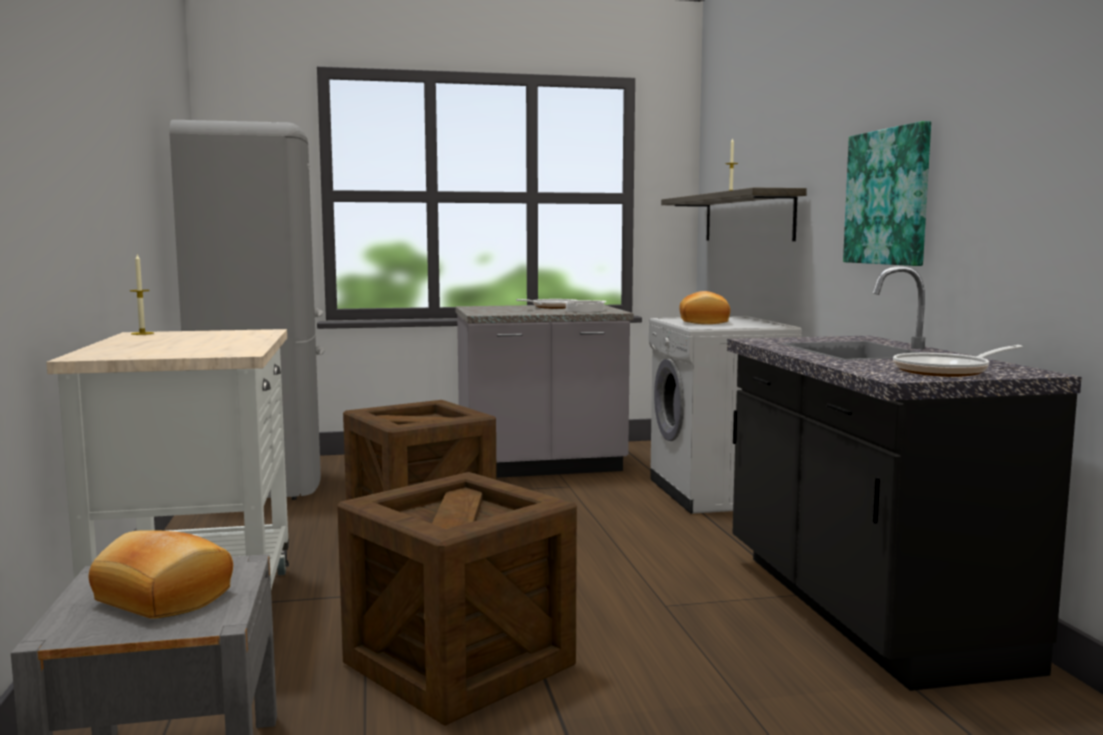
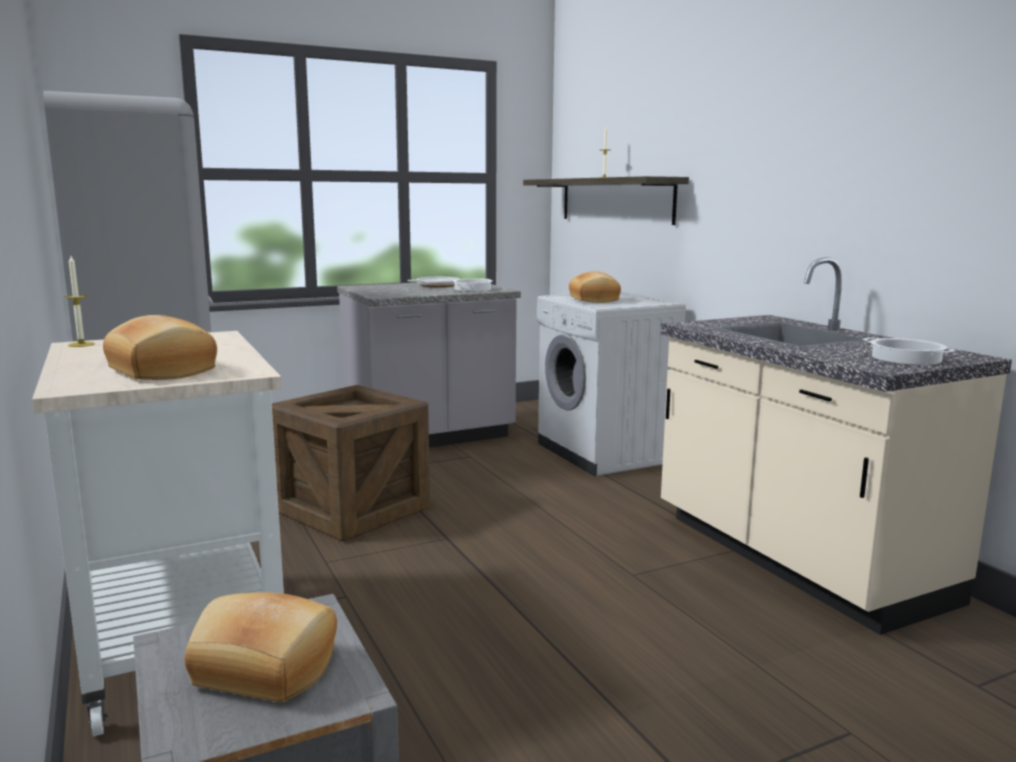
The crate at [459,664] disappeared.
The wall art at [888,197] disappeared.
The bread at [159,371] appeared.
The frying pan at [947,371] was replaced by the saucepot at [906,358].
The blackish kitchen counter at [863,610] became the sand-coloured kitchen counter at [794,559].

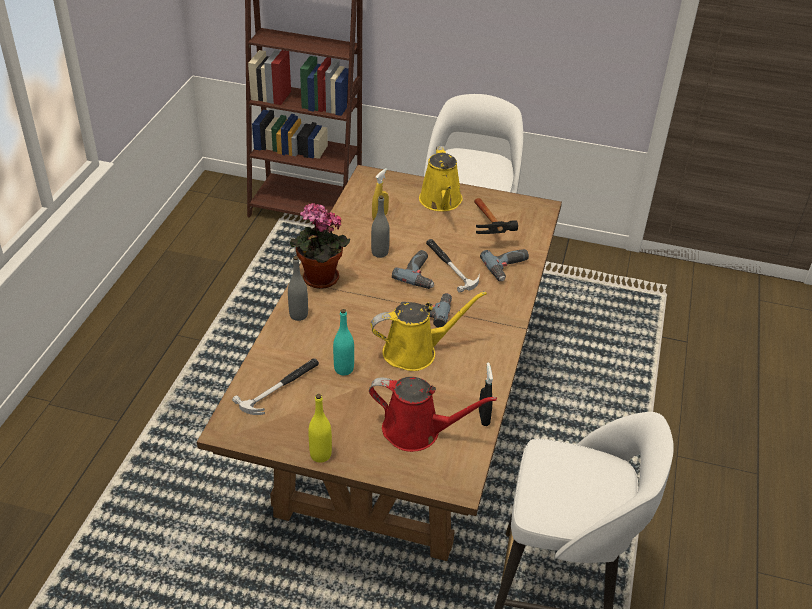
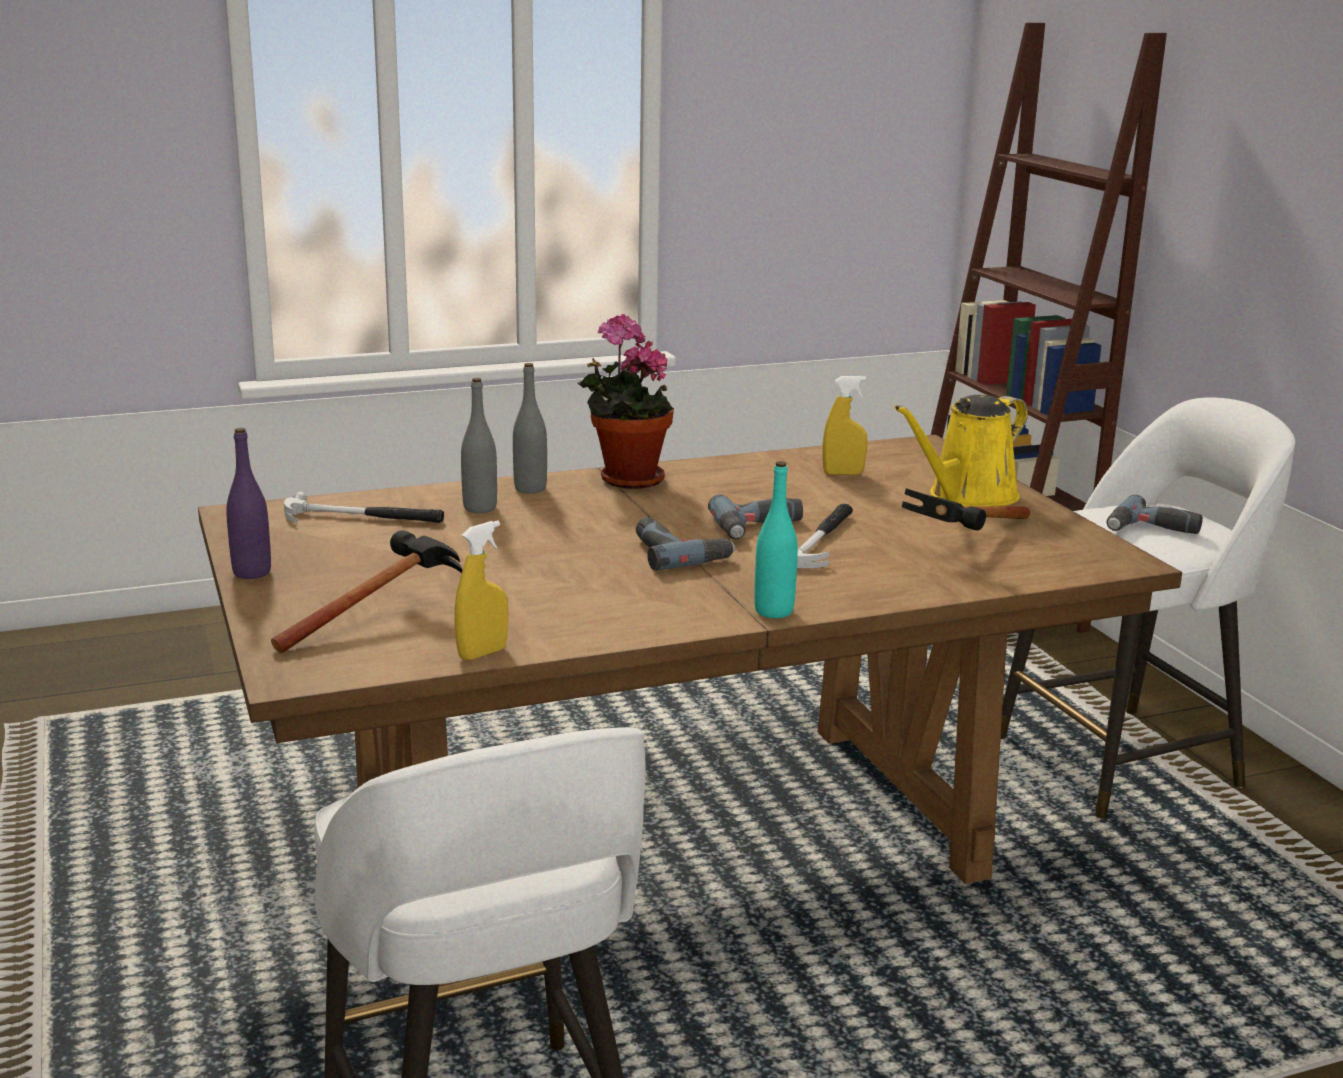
The yellowish watering can at [415,352] disappeared.
The turquoise bottle moved from [344,369] to [773,611].
The gray bottle moved from [380,253] to [480,508].
The power drill moved from [508,268] to [1152,530].
The reddish watering can at [417,431] was replaced by the hammer at [383,616].
The yellowish bottle at [320,455] became the purple-coloured bottle at [252,572].
The blackish hand sprayer at [484,417] became the yellowish hand sprayer at [482,653].

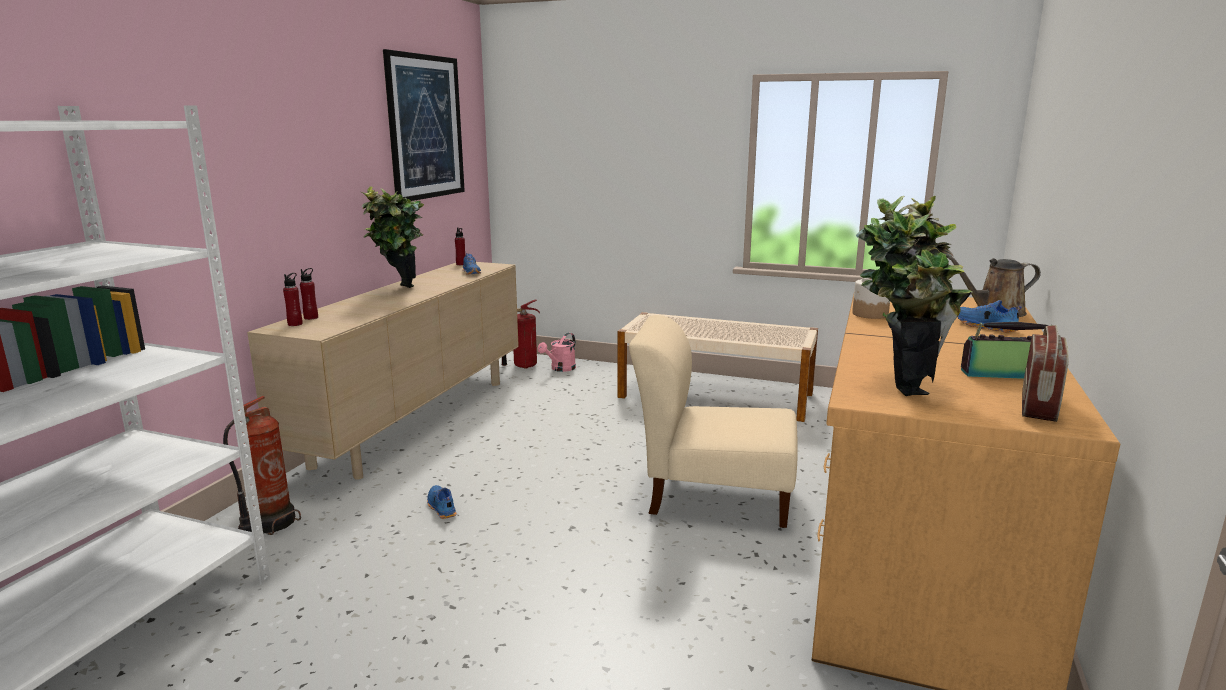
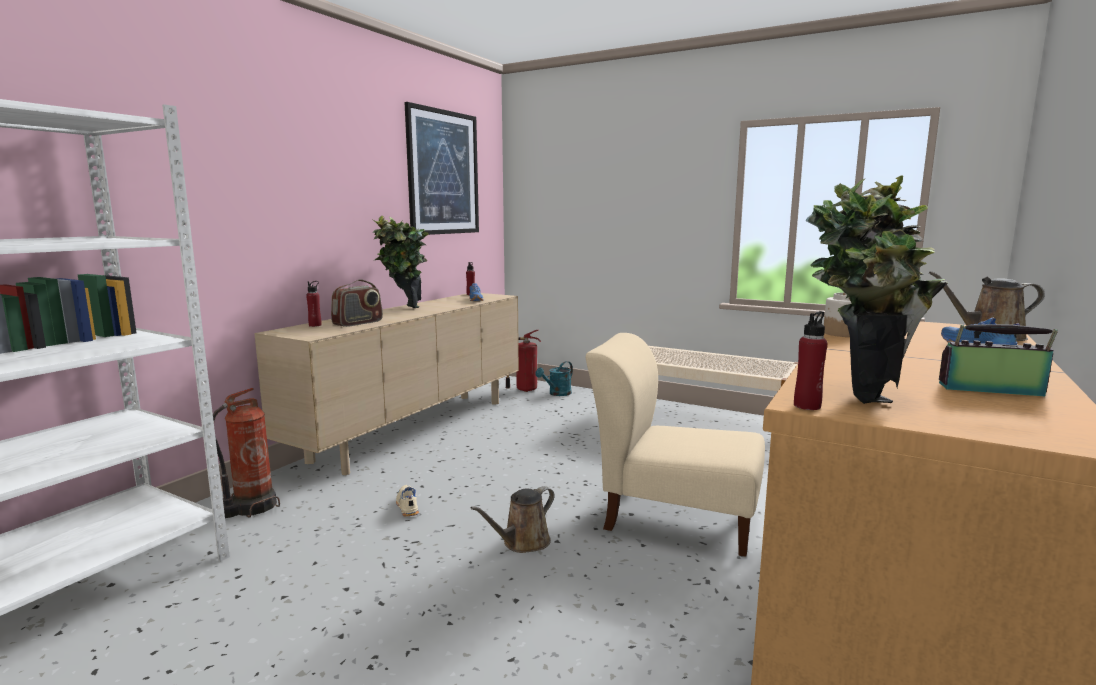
The brown watering can at [522,543] appeared.
The reddish bottle moved from [295,324] to [807,406].
The radio receiver moved from [1039,407] to [358,323].
The blue-coloured item of footwear at [441,508] became the sand-coloured item of footwear at [407,506].
The pinkish watering can at [560,369] became the turquoise watering can at [557,394].

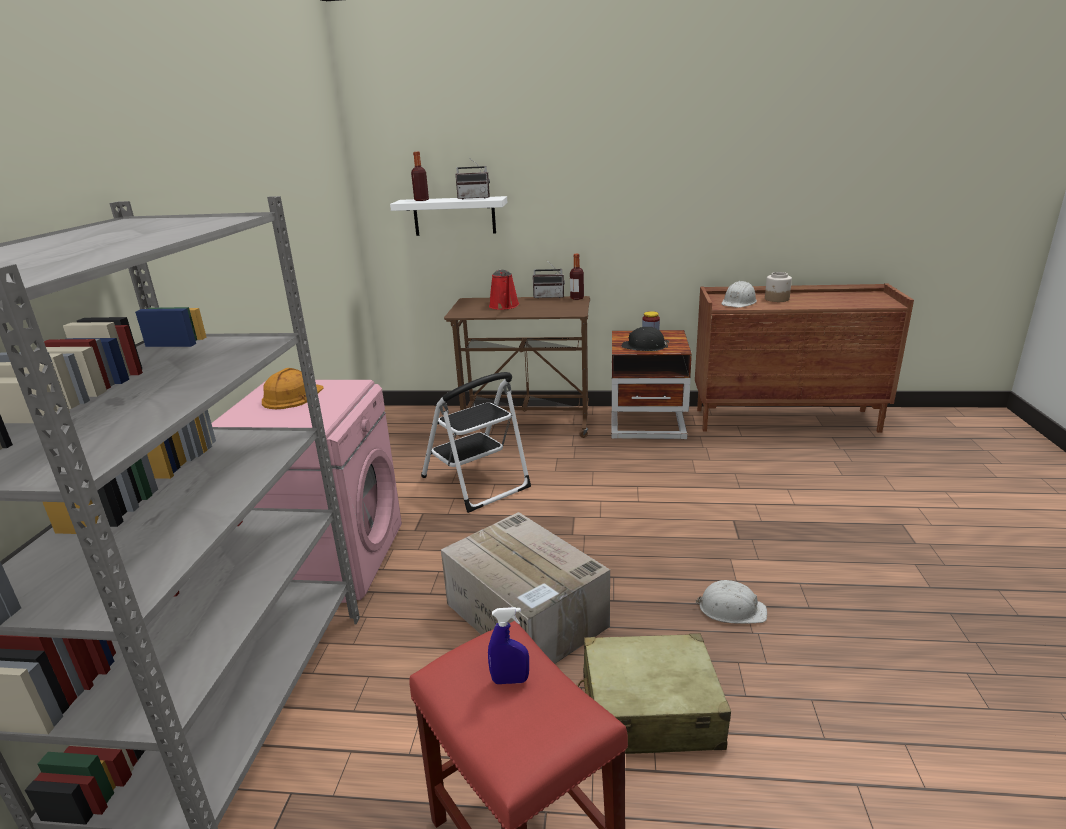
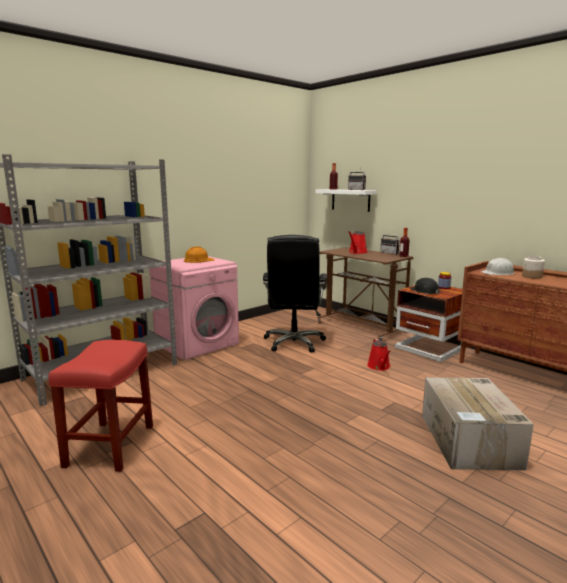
The blue-coloured hand sprayer at [510,680] disappeared.
The sand-coloured travel case at [649,710] disappeared.
The white hard hat at [731,609] disappeared.
The reddish watering can at [379,367] appeared.
The cardboard box moved from [527,616] to [469,441].
The stepladder at [476,483] was replaced by the blackish office chair at [294,341].

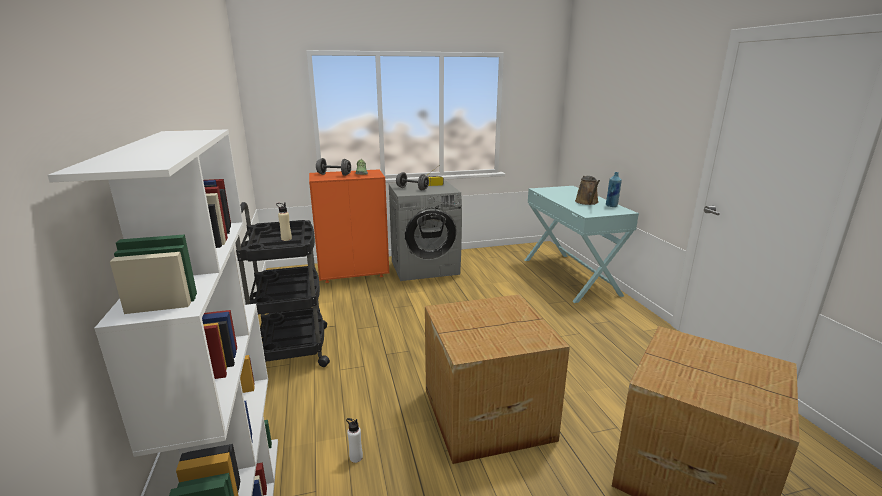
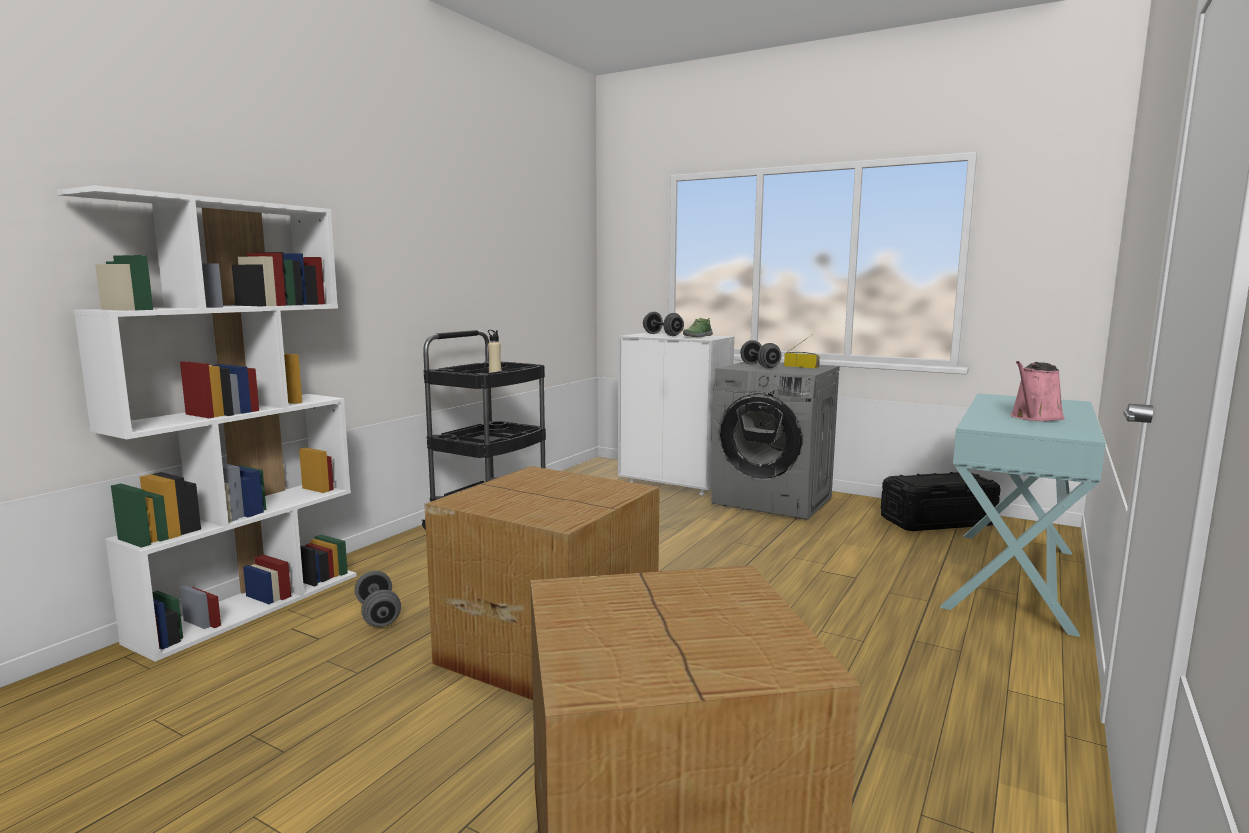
The blue-coloured bottle at [611,206] disappeared.
The blackish storage box at [938,521] appeared.
The white bottle at [356,457] was replaced by the gray free weight at [378,614].
The orange-coloured cabinet at [354,274] became the white cabinet at [675,484].
The brown watering can at [587,202] became the pinkish watering can at [1034,418].

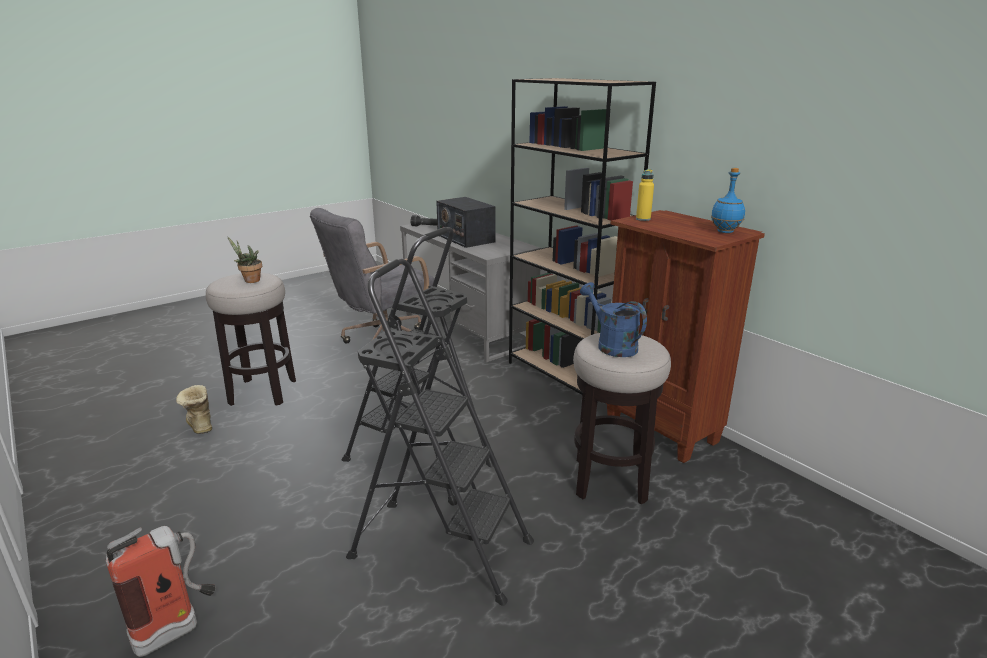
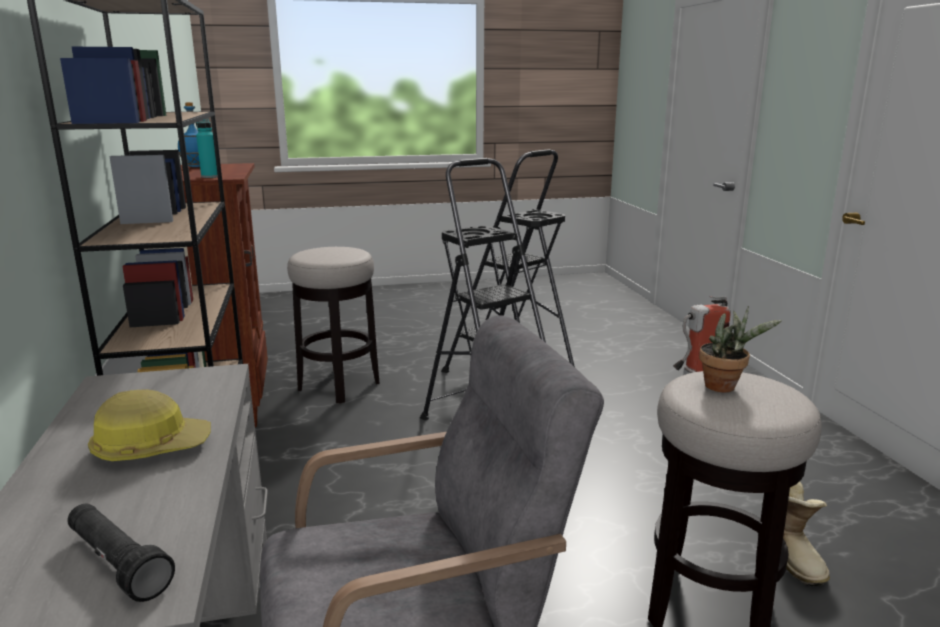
The blue-coloured watering can at [611,345] disappeared.
The radio receiver at [465,238] was replaced by the hard hat at [151,447].
The yellowish bottle at [643,219] became the turquoise bottle at [210,177].

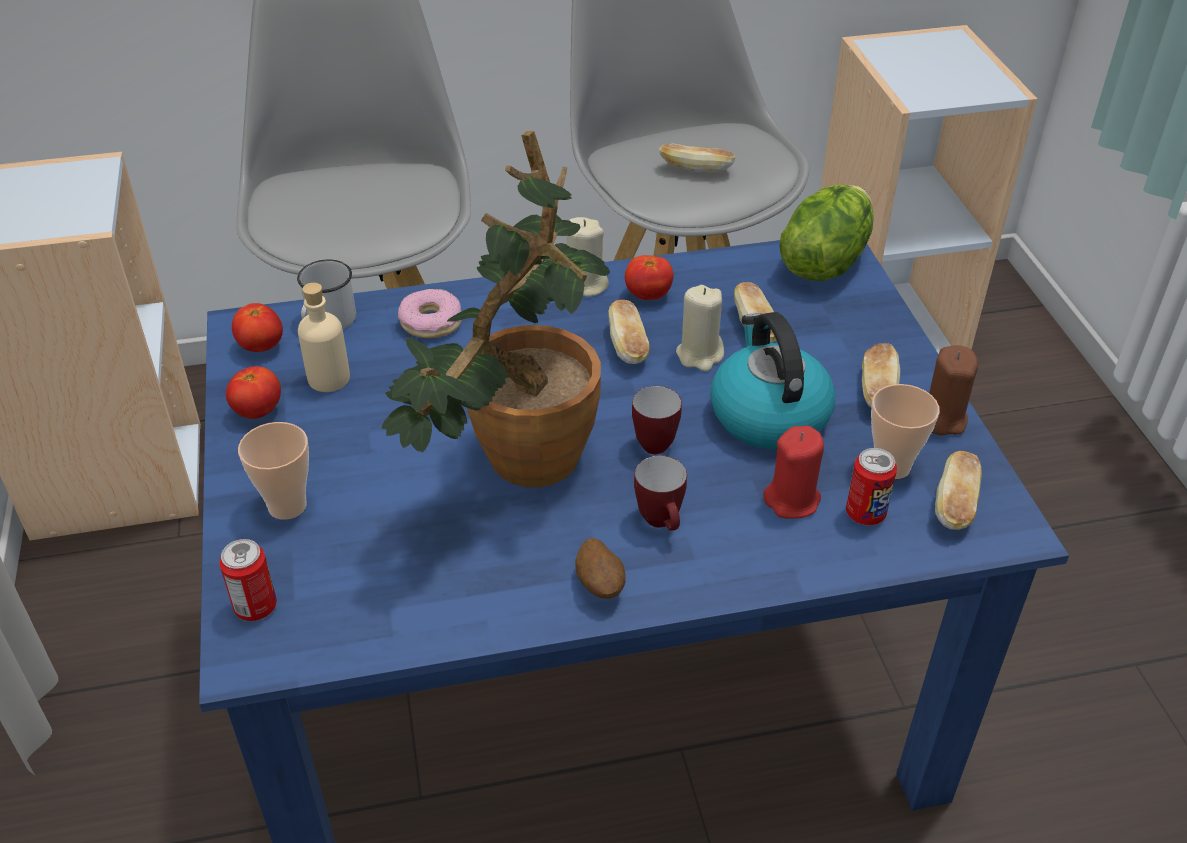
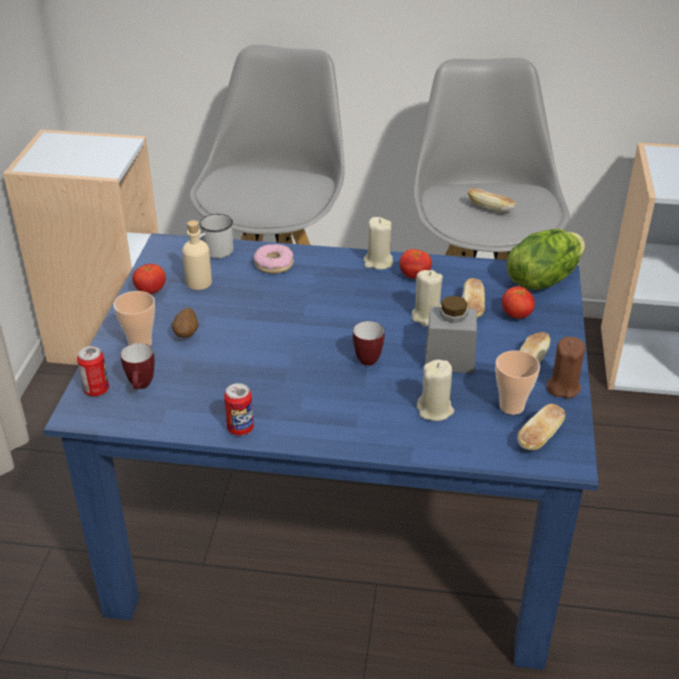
The plant in a pot at [515,467] disappeared.
The bread at [628,346] disappeared.
The whole tomato moved from [261,347] to [516,315].
The spud moved from [600,585] to [186,334].
The coffee mug moved from [662,523] to [141,387].
The sealed can moved from [865,514] to [240,428].
The water kettle at [768,414] was replaced by the gray preserve jar at [449,359].
The reddish wax candle at [792,500] became the sand-coloured wax candle at [435,410].

